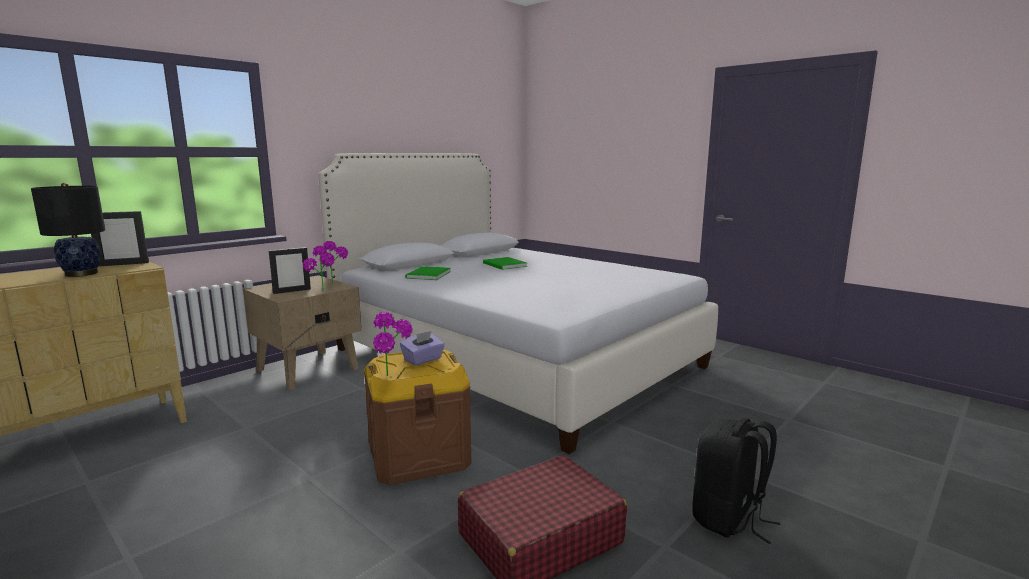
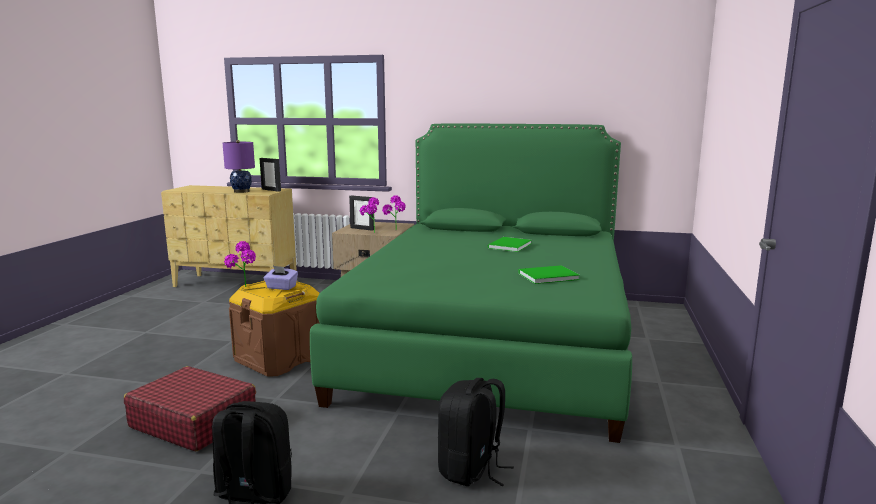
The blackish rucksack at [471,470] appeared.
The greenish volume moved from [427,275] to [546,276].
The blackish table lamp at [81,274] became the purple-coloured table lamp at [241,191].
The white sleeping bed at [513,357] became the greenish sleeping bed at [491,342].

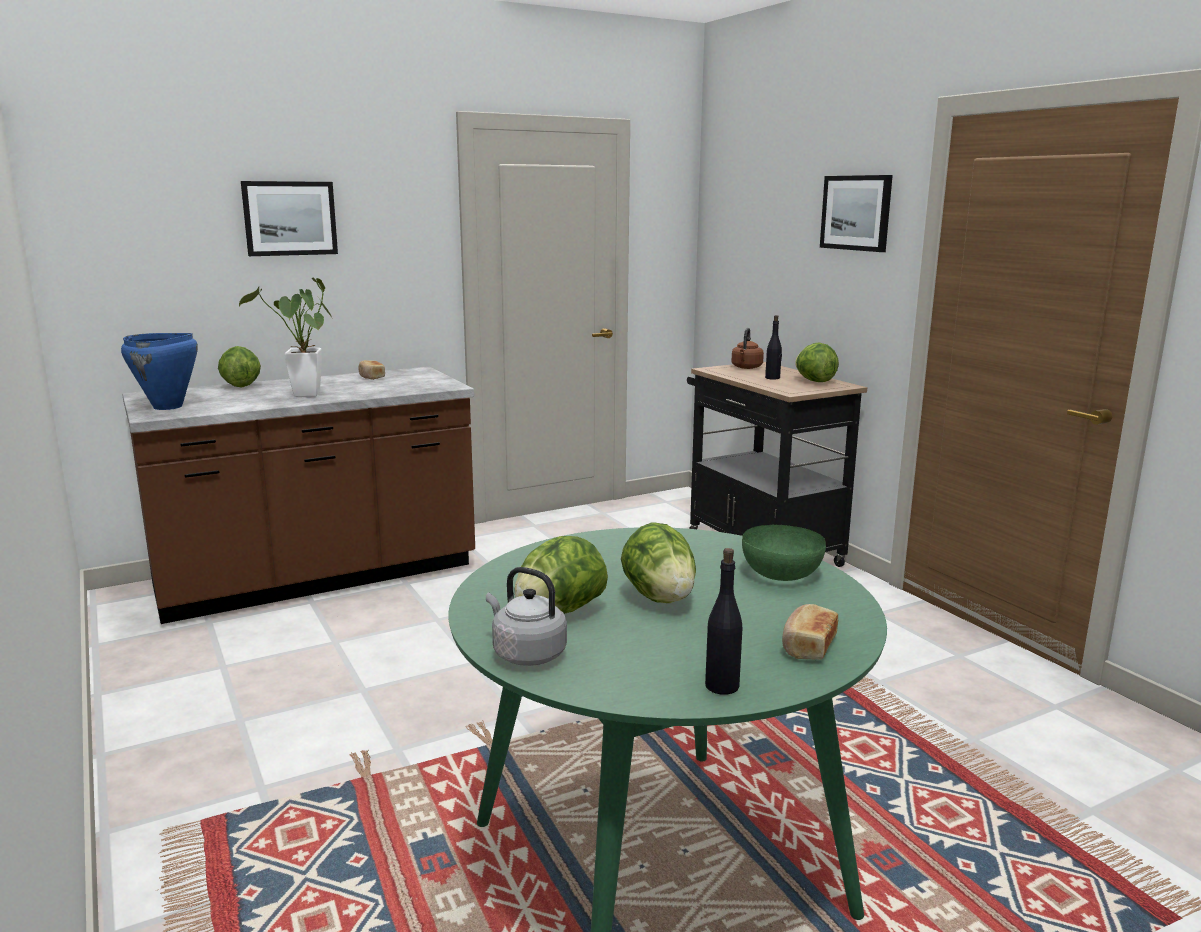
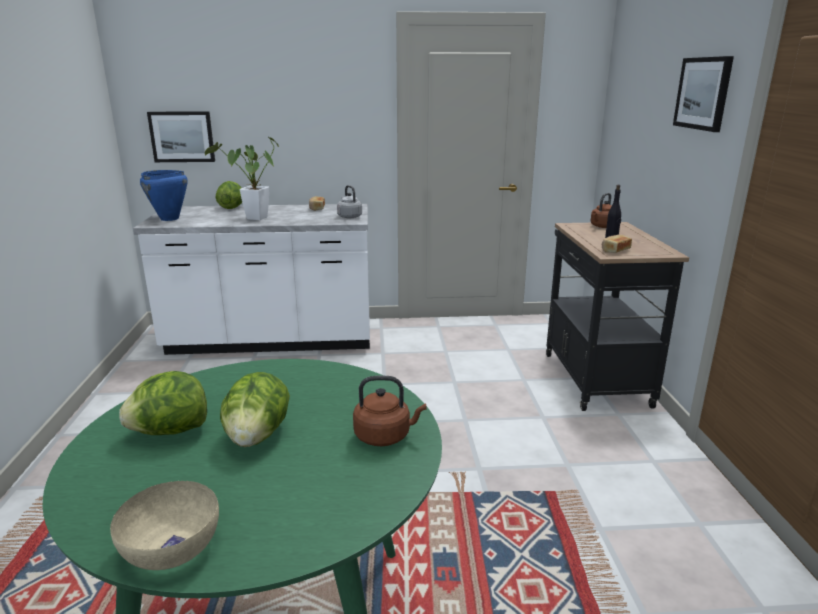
The lettuce head at [814,381] disappeared.
The wall art moved from [290,218] to [182,136].
The gray water kettle moved from [526,653] to [349,216].
The bread moved from [807,646] to [614,250].
The blackish bottle at [722,686] was replaced by the sand-coloured serving bowl at [170,548].
The greenish serving bowl at [781,573] was replaced by the brown water kettle at [385,436].
The brown kitchen counter at [317,578] became the white kitchen counter at [271,340].

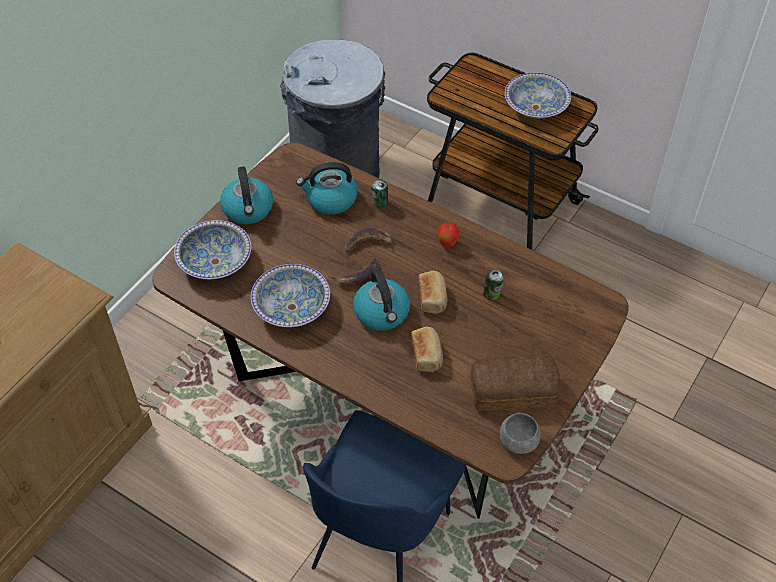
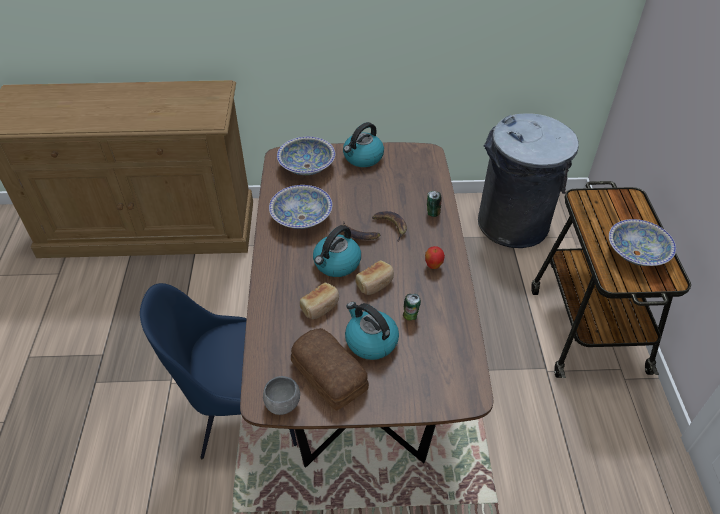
The water kettle moved from [330,199] to [370,341].

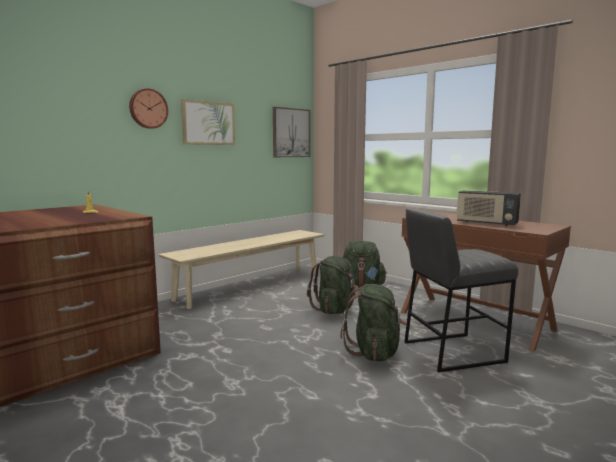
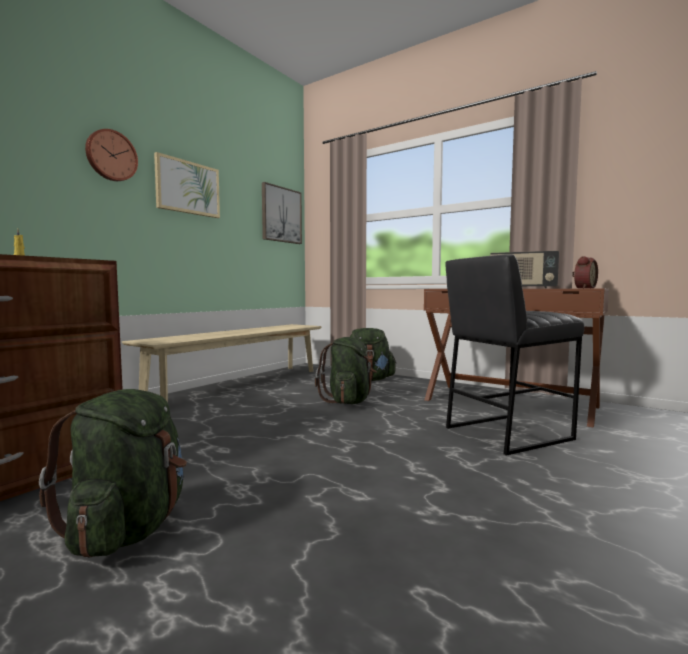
The alarm clock at [583,288] appeared.
The greenish rucksack moved from [374,352] to [128,528].

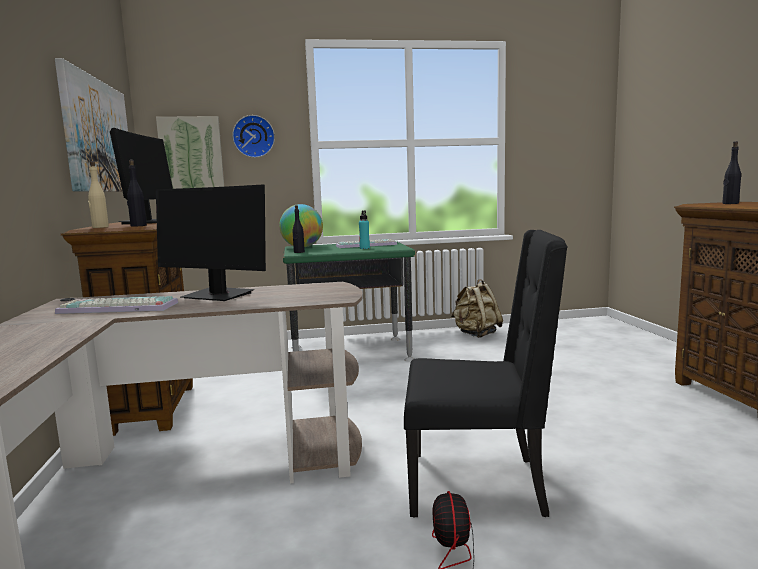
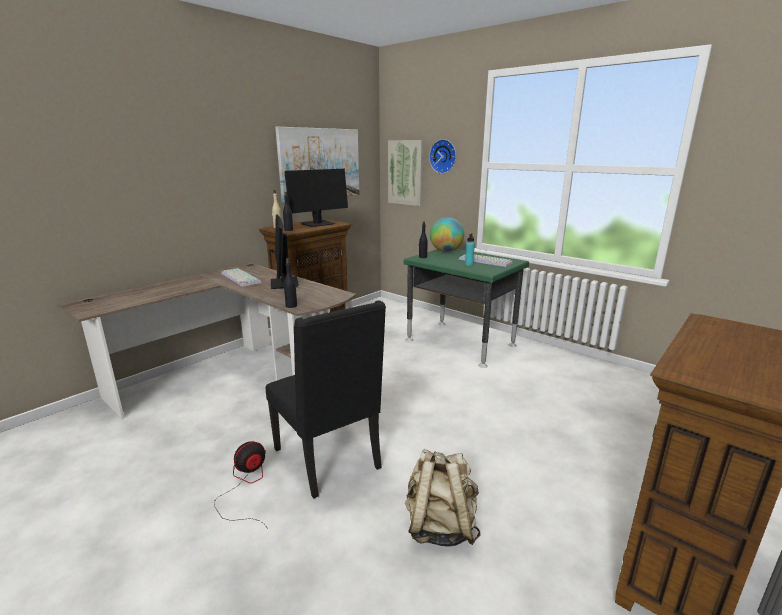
The sand-coloured rucksack moved from [476,334] to [440,526].
The blackish bottle moved from [730,203] to [291,306].

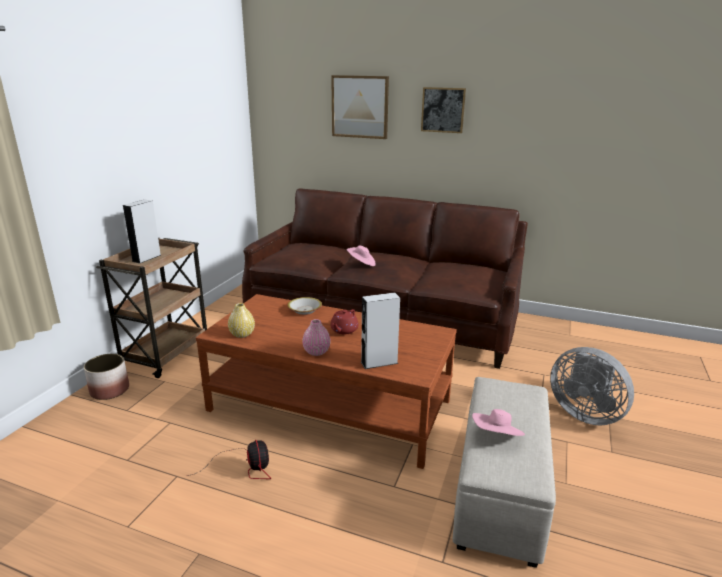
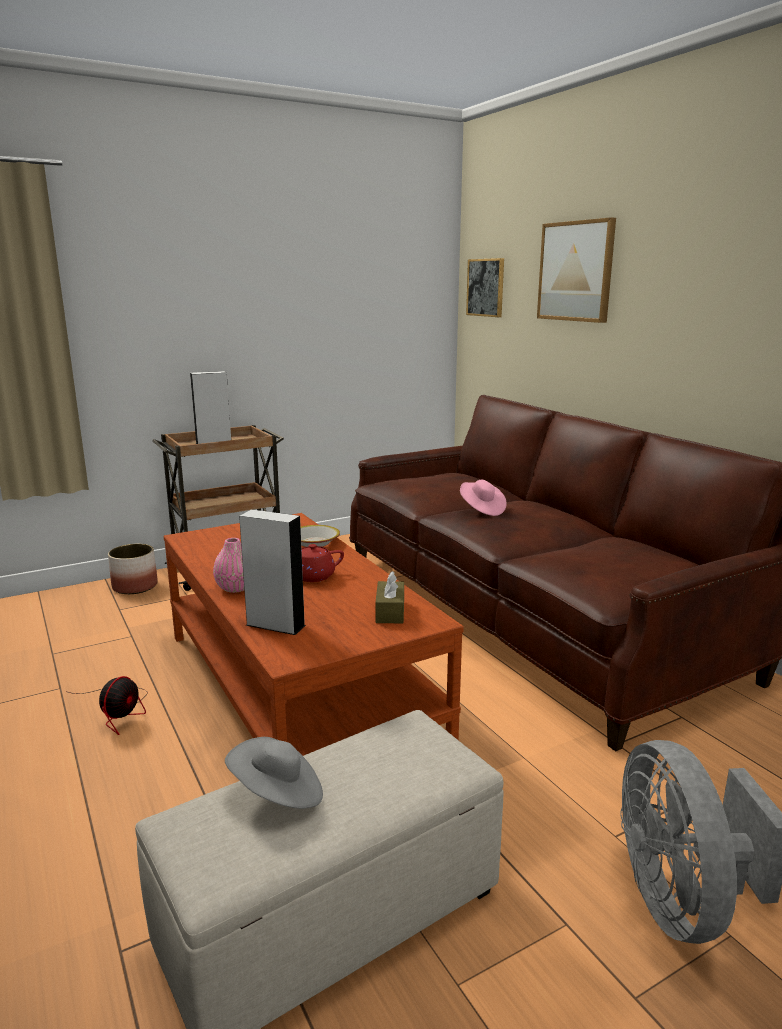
The yellowish vase at [242,334] disappeared.
The brown tissue box at [390,612] appeared.
The wall art moved from [443,110] to [486,287].
The pinkish clothing hat at [496,437] became the gray clothing hat at [278,794].

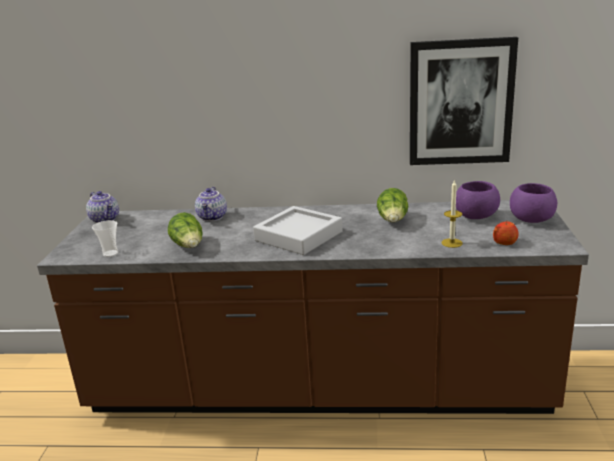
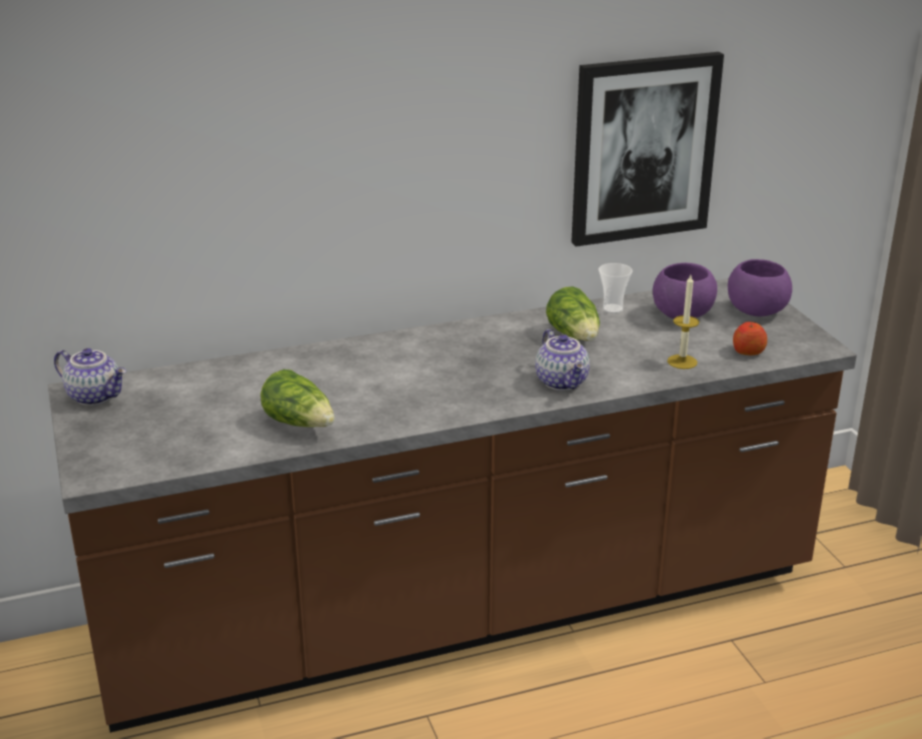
The gray serving tray at [298,236] disappeared.
The small cup moved from [110,253] to [612,309].
The tea pot moved from [213,217] to [563,382].

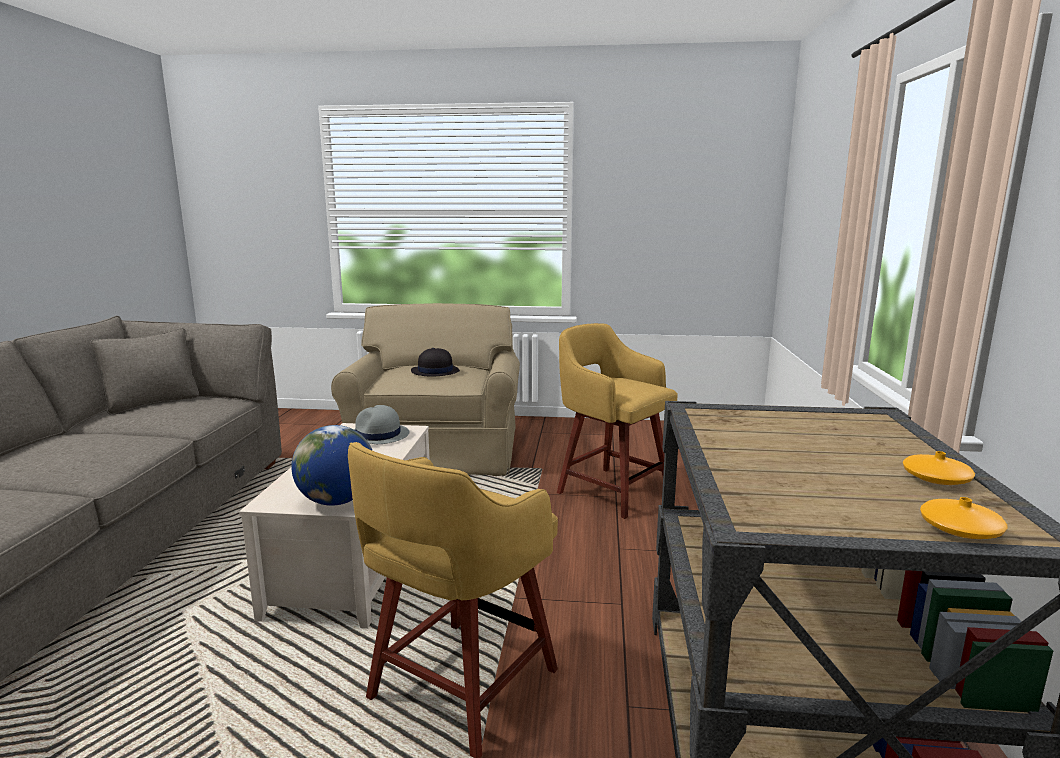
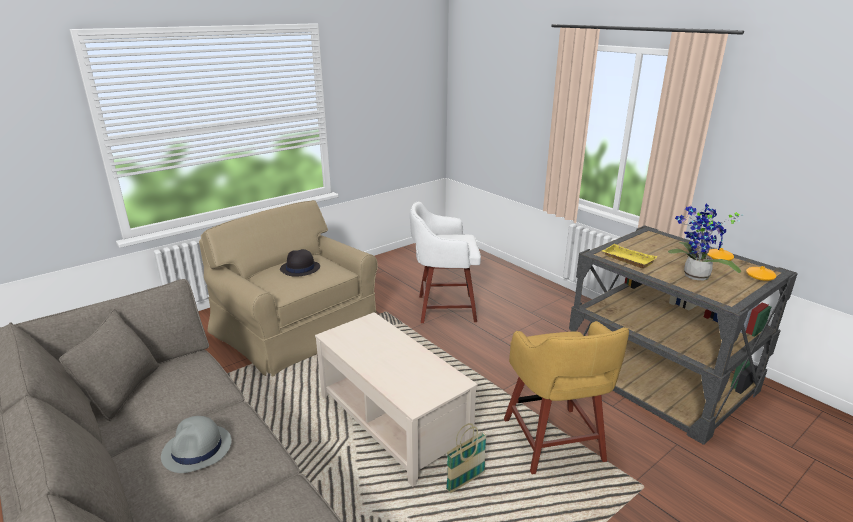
The globe at [337,501] disappeared.
The storage basket at [465,482] appeared.
The yellowish serving tray at [626,259] appeared.
The plant in a pot at [694,277] appeared.
The gray clothing hat moved from [378,436] to [197,449].
The yellowish sitting stool at [611,490] became the white sitting stool at [444,308].

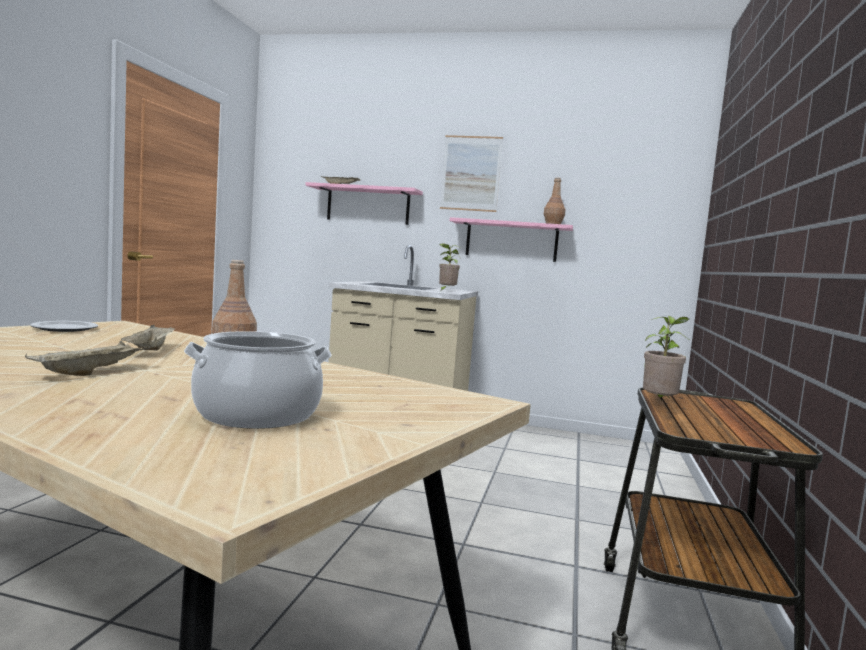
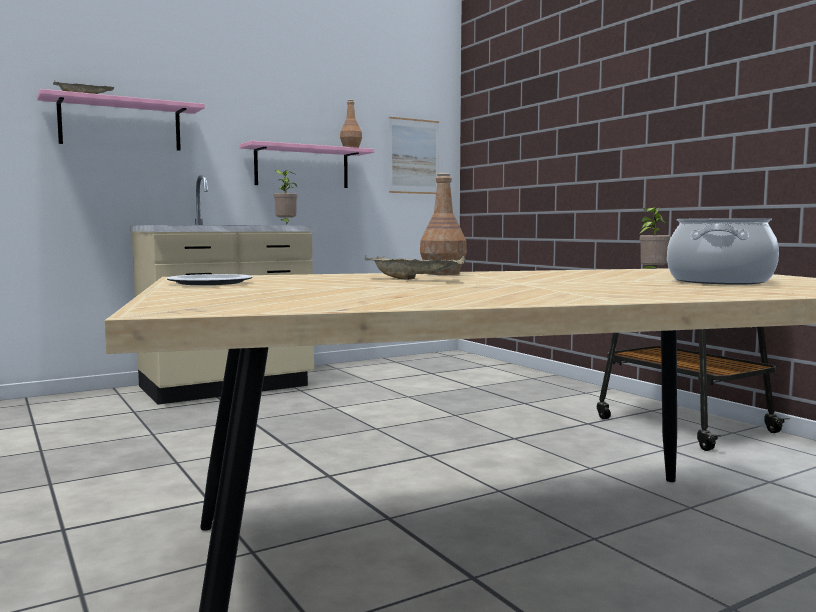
The sand-coloured serving tray at [91,372] disappeared.
The wall art moved from [471,173] to [414,156].

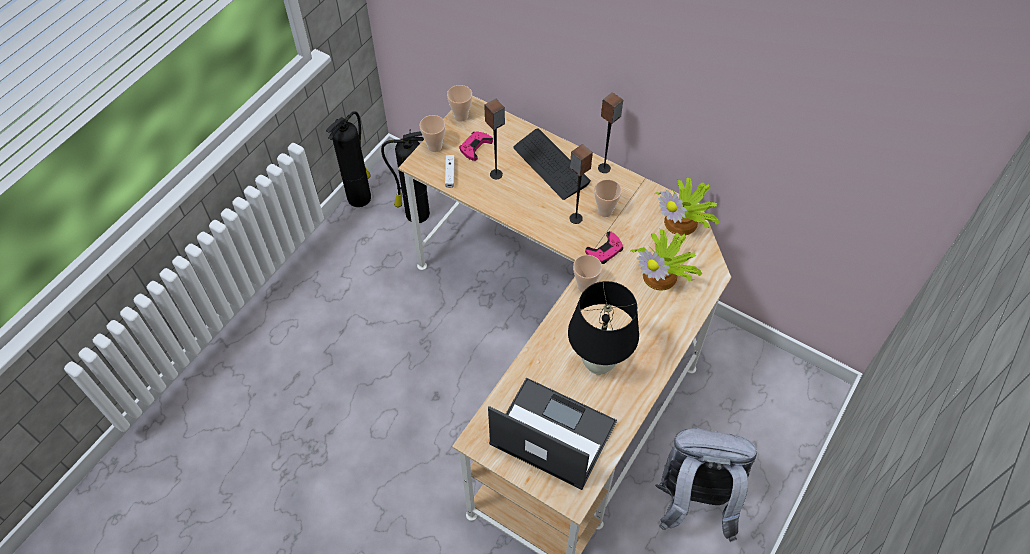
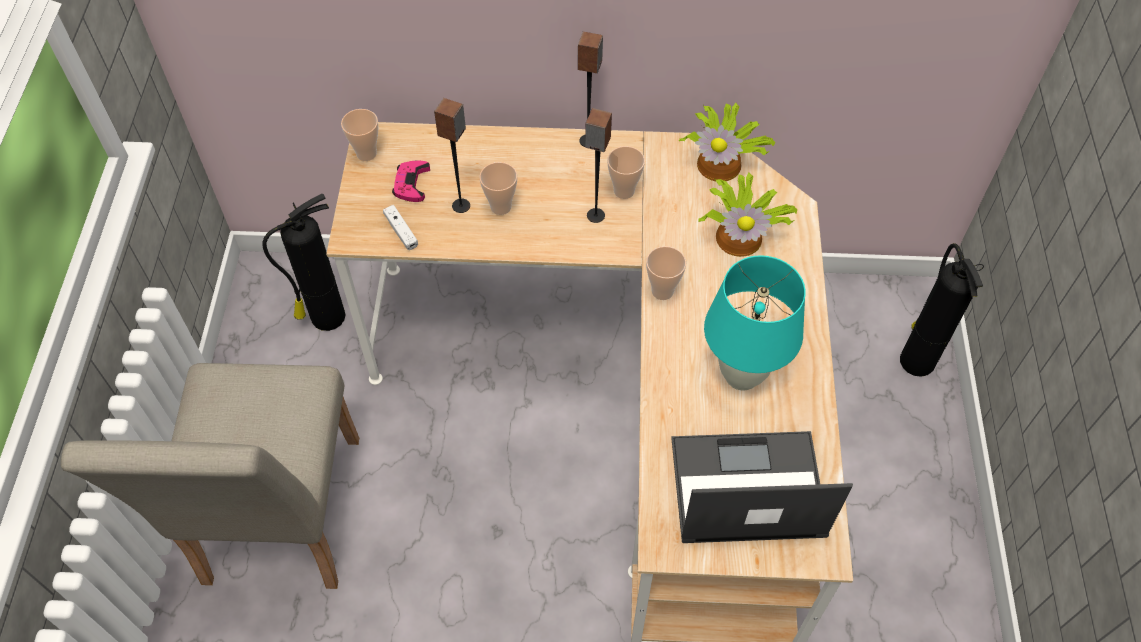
The keyboard at [551,165] disappeared.
The pinkish game controller at [605,250] disappeared.
The gray rucksack at [694,501] disappeared.
The sand-coloured plain chair at [278,524] appeared.
The fire-fighting cylinder moved from [360,197] to [916,359].
The small cup moved from [434,146] to [500,207].
The blackish table lamp at [598,363] became the turquoise table lamp at [741,375].

